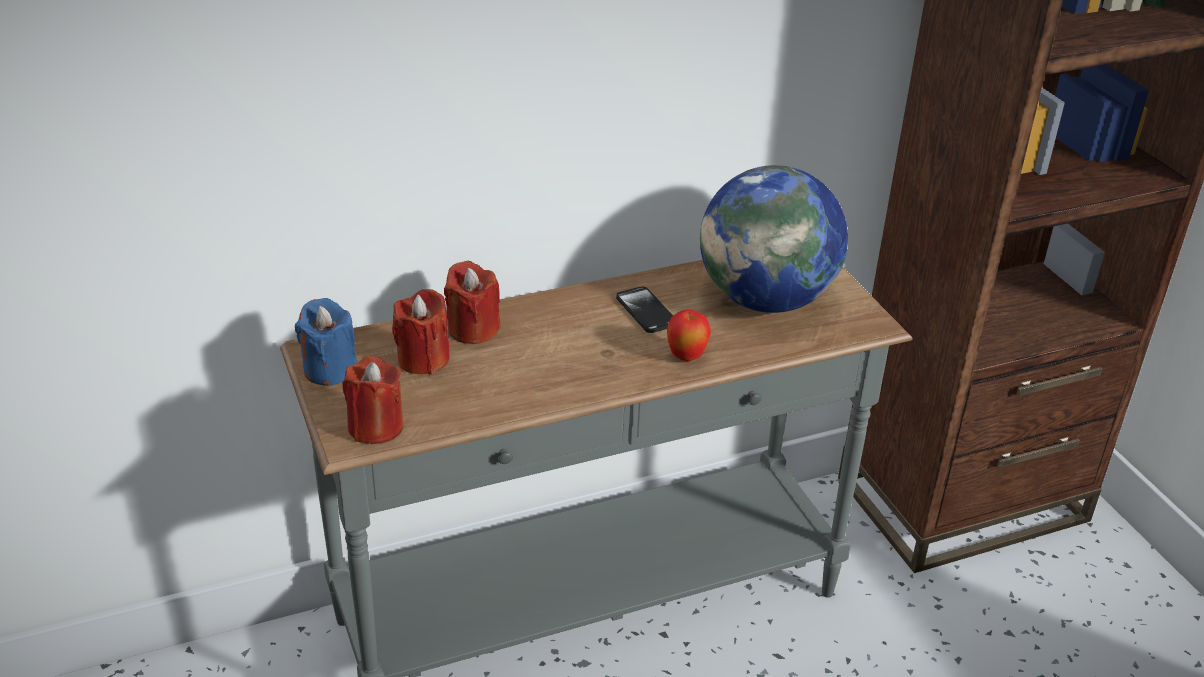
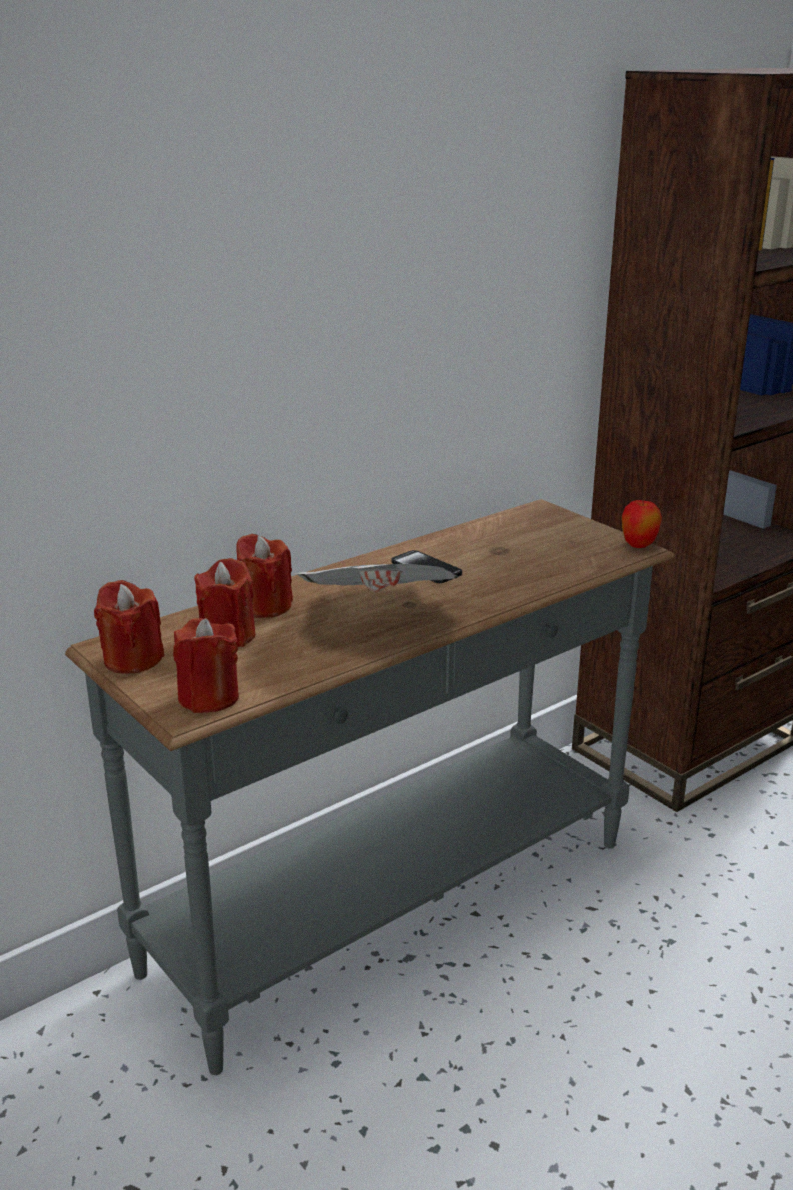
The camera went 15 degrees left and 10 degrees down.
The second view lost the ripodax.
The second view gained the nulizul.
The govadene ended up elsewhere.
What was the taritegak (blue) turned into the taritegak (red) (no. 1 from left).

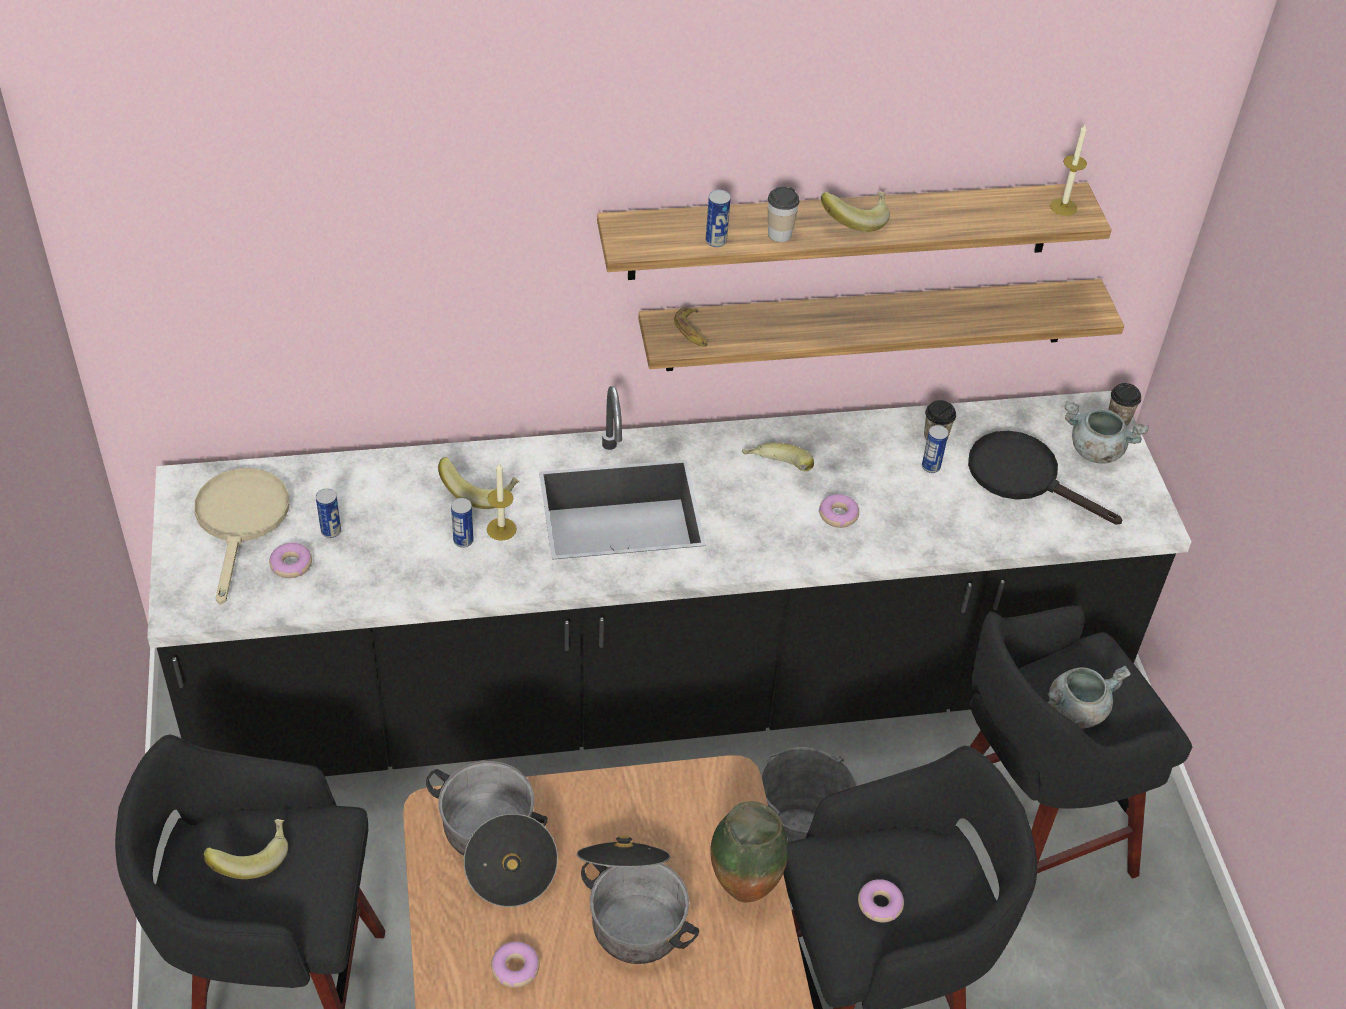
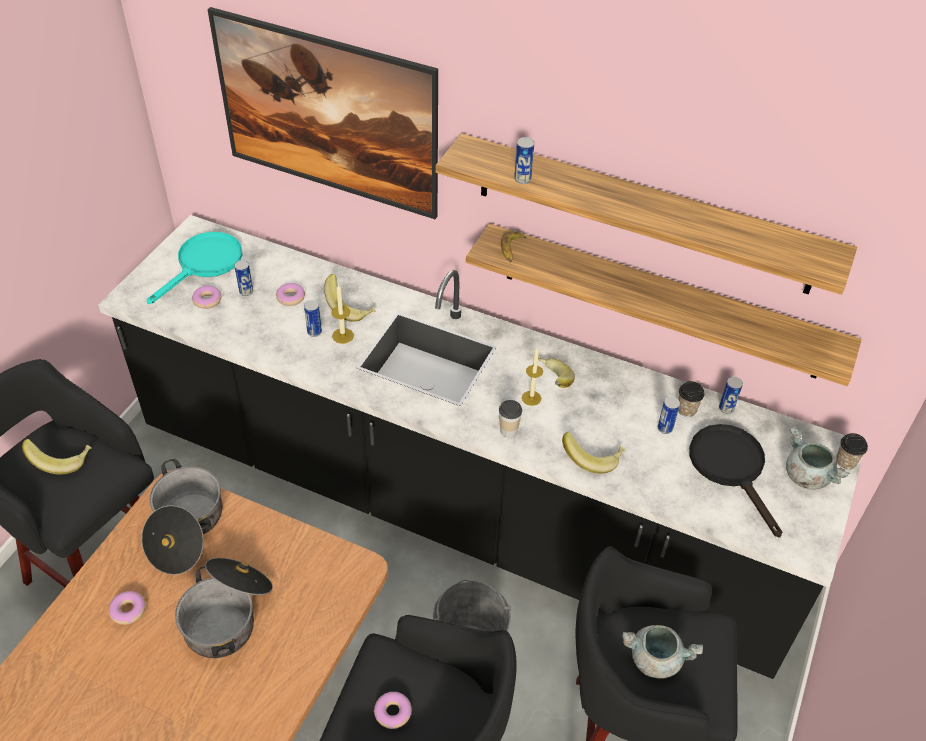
The camera went 35 degrees right and 0 degrees up.
The second view lost the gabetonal.
The second view gained the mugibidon.
The second view gained the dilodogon (no. 5 from left).
The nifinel (no. 1 from left) ended up elsewhere.
The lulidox (no. 3 from left) ended up elsewhere.
The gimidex (no. 5 from left) ended up elsewhere.
The taritegak (no. 2 from left) ended up elsewhere.
What was the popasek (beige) turned into the popasek (turquoise).

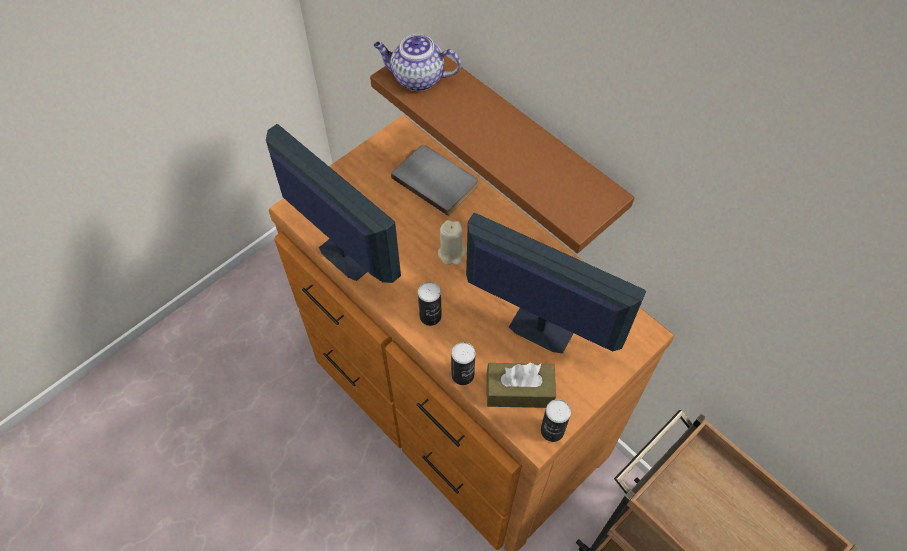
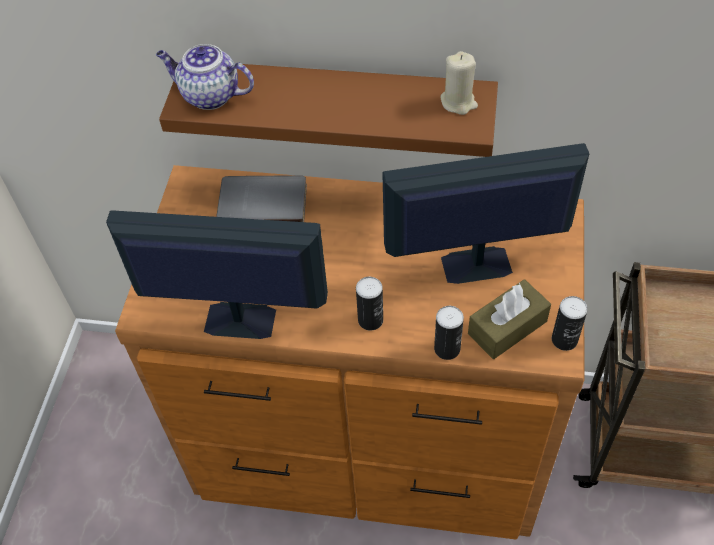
The camera went 35 degrees left and 5 degrees down.
The taritegak (beige) ended up elsewhere.
The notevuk ended up facing another way, 45 degrees clockwise from before.

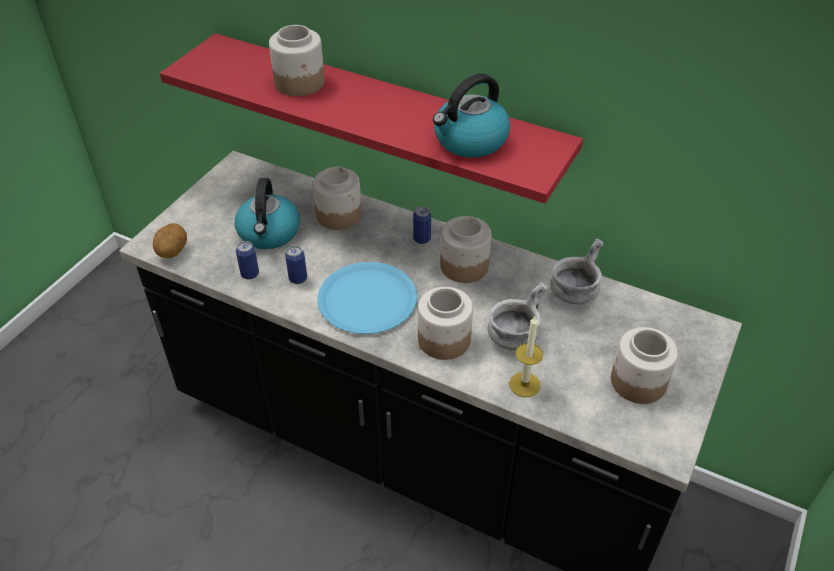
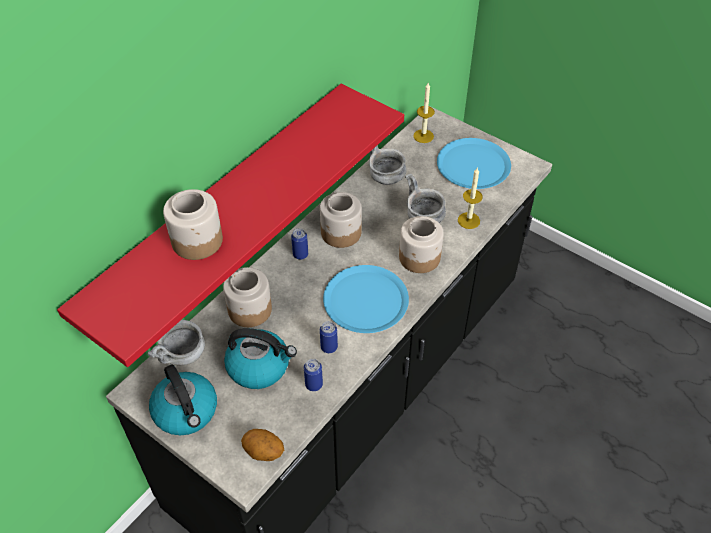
The camera went 80 degrees left and 5 degrees up.
The second view gained the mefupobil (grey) (no. 1 from left).
The second view gained the taritegak (no. 1 from left).
The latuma (no. 2 from left in the first image) ended up elsewhere.
Where the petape (no. 5 from left) stood, the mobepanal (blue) (no. 2 from left) came to stand.

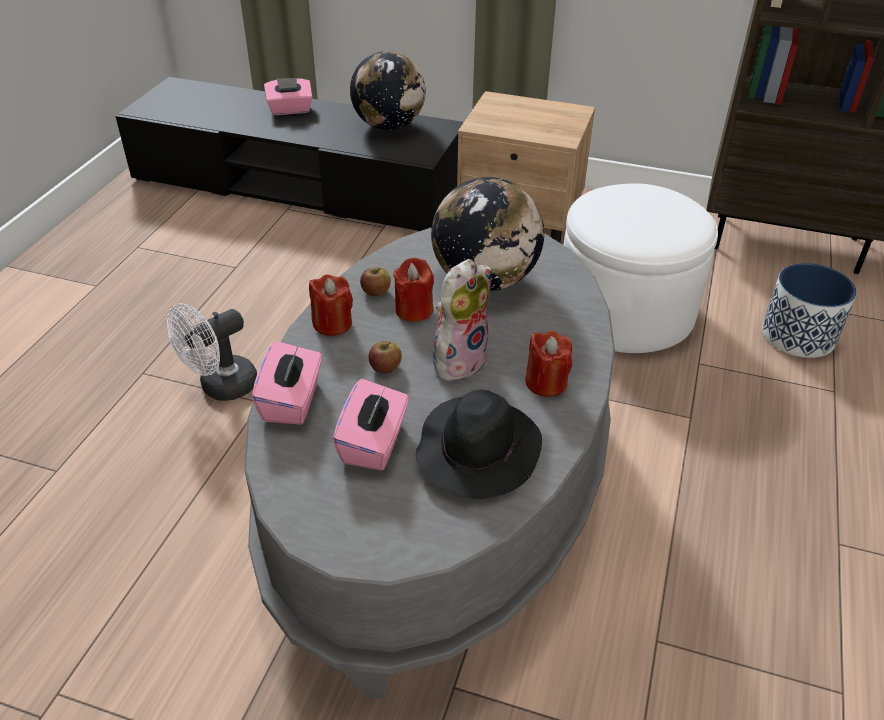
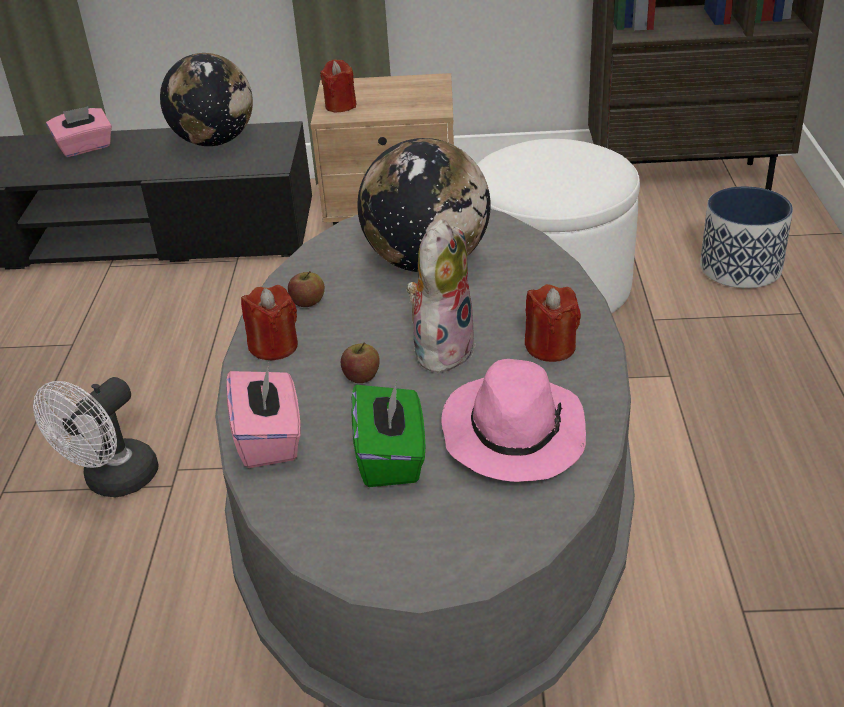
The camera went 15 degrees left and 5 degrees down.
The taritegak (red) (no. 2 from left) ended up elsewhere.
What was the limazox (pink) (no. 3 from left) turned into the limazox (green).
What was the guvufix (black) turned into the guvufix (pink).

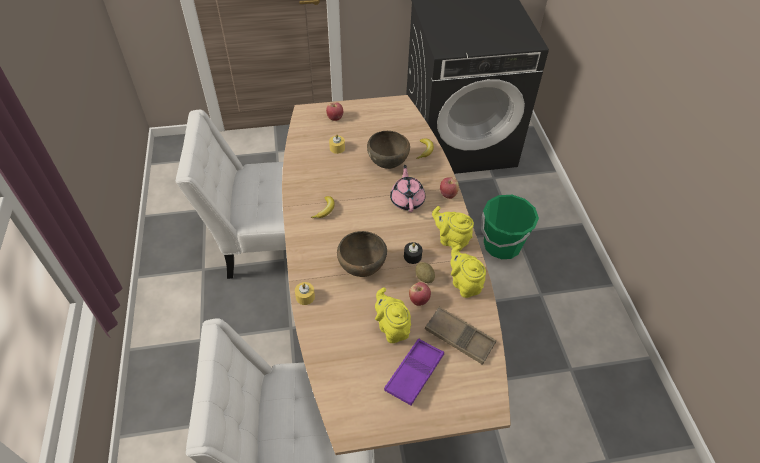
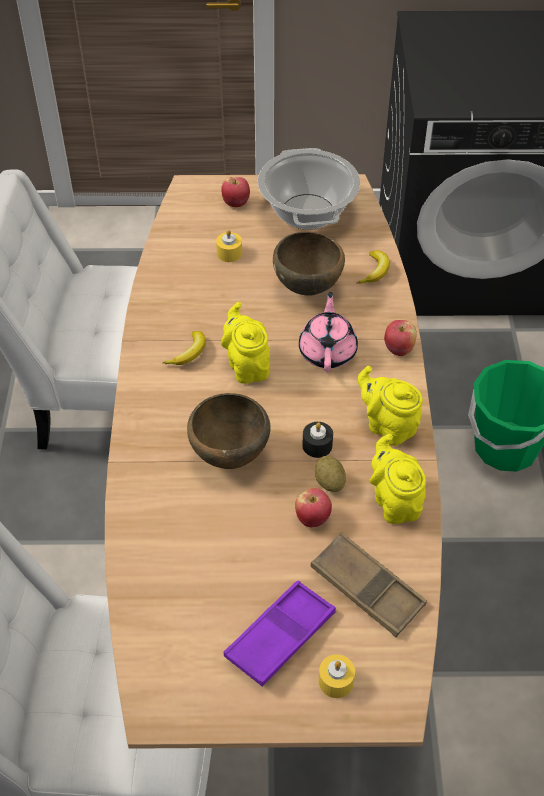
The camera went 10 degrees right and 0 degrees up.
The second view gained the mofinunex.
The taritegak (yellow) (no. 1 from left in the first image) ended up elsewhere.
The notevuk (yellow) (no. 1 from left) ended up elsewhere.

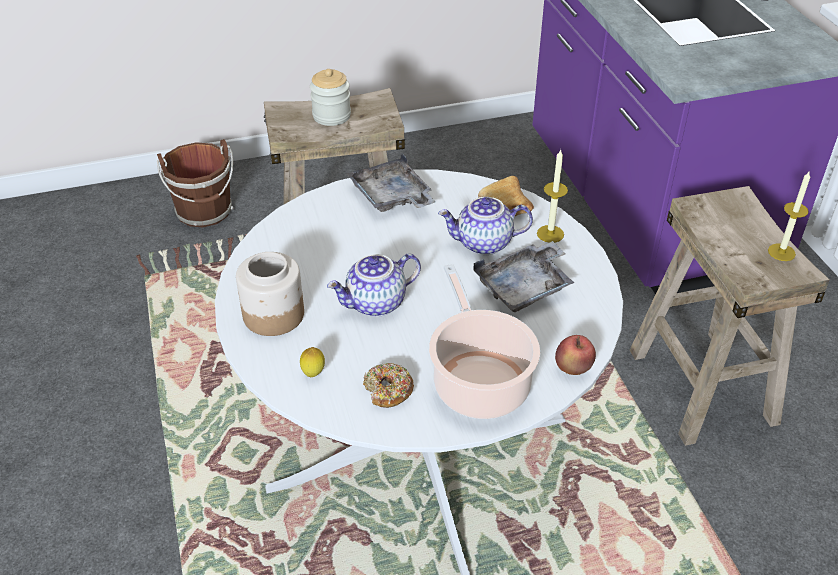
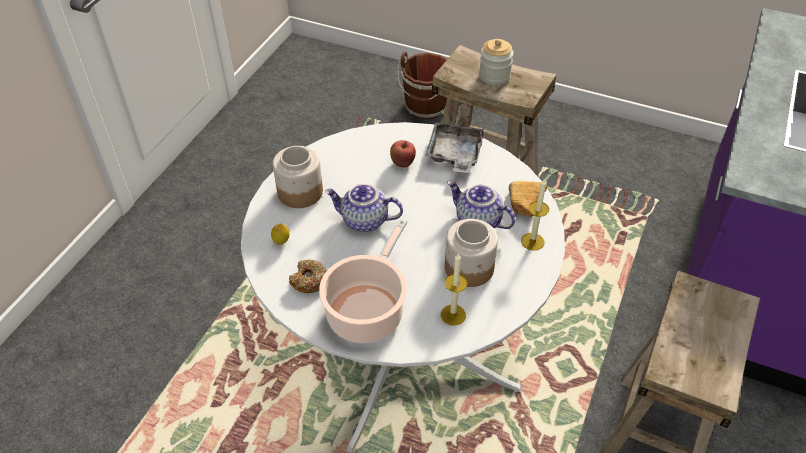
The camera went 40 degrees right and 5 degrees up.
The govadene ended up elsewhere.
The taritegak (no. 2 from left in the first image) ended up elsewhere.
Where the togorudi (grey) (no. 2 from left) stood, the petape (no. 2 from left) came to stand.

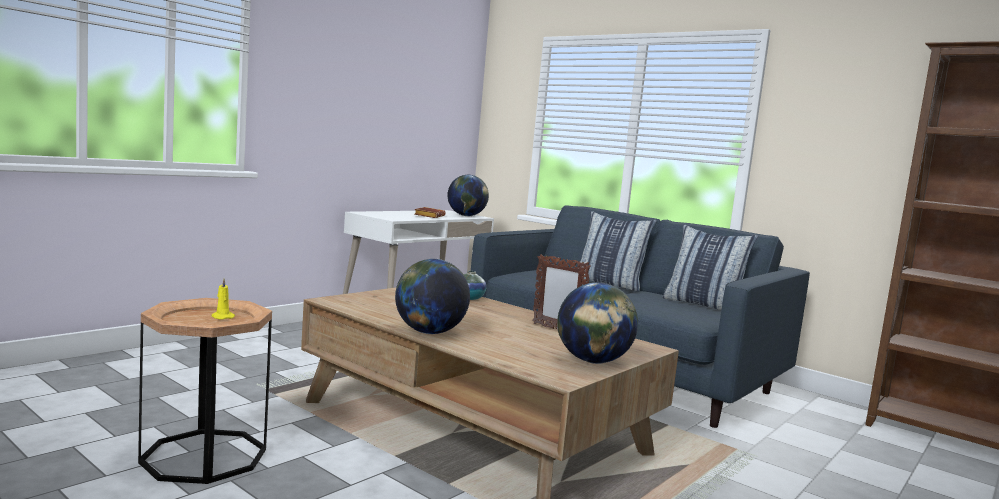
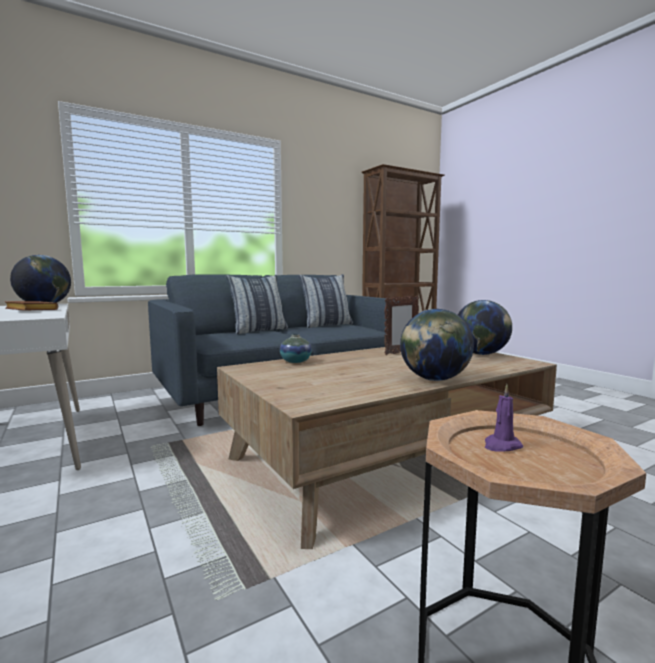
The camera went 70 degrees left and 0 degrees up.
What was the taritegak (yellow) turned into the taritegak (purple).

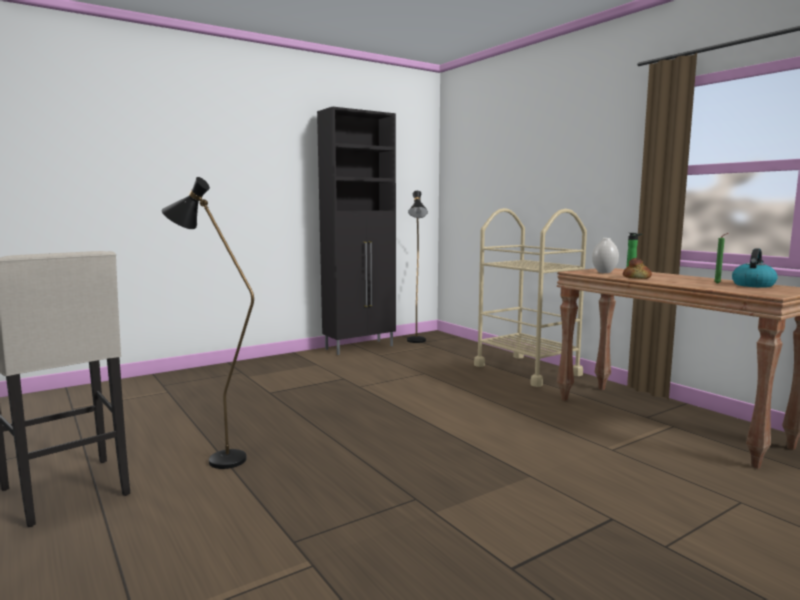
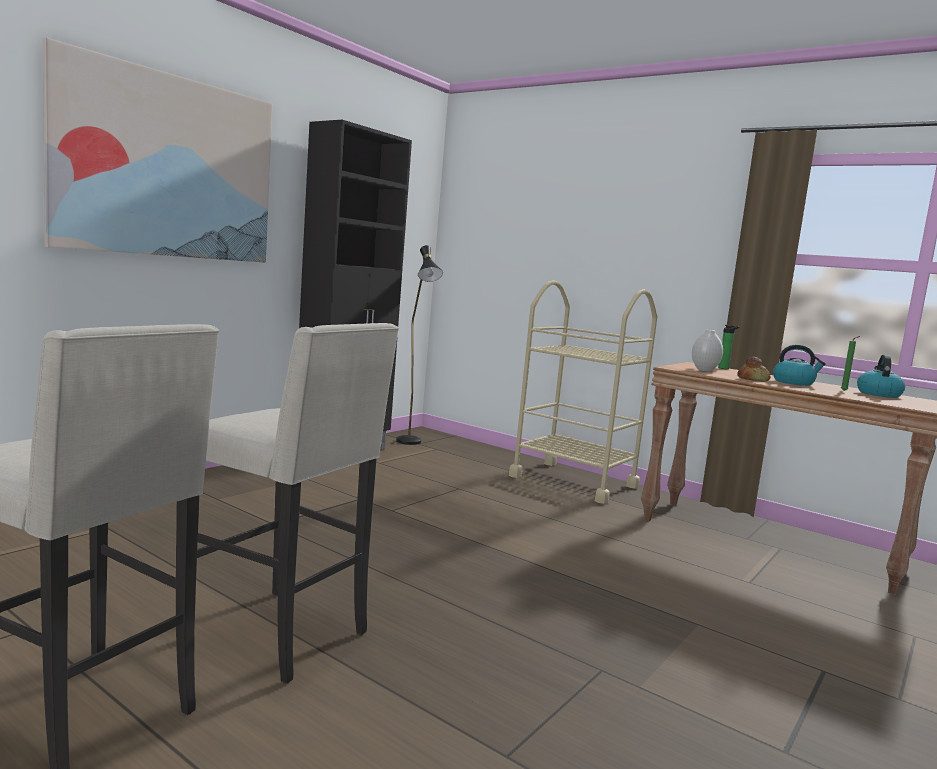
The camera went 20 degrees left and 0 degrees up.
The second view gained the mugibidon.
The second view gained the latuma (no. 1 from left).
Where the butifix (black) (no. 1 from left) stood, the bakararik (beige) (no. 2 from left) came to stand.

